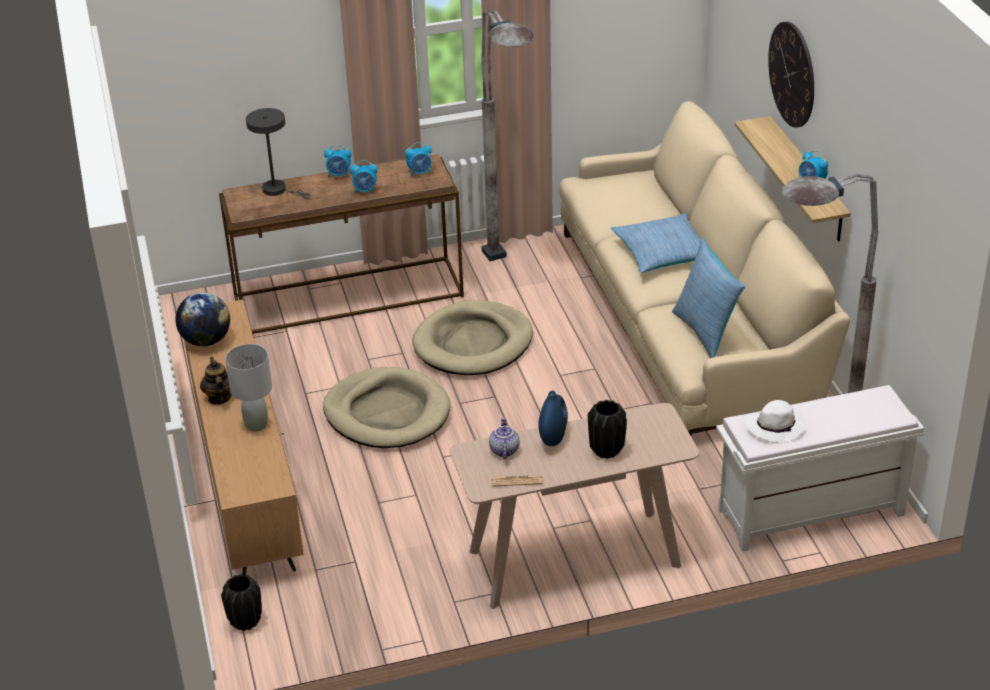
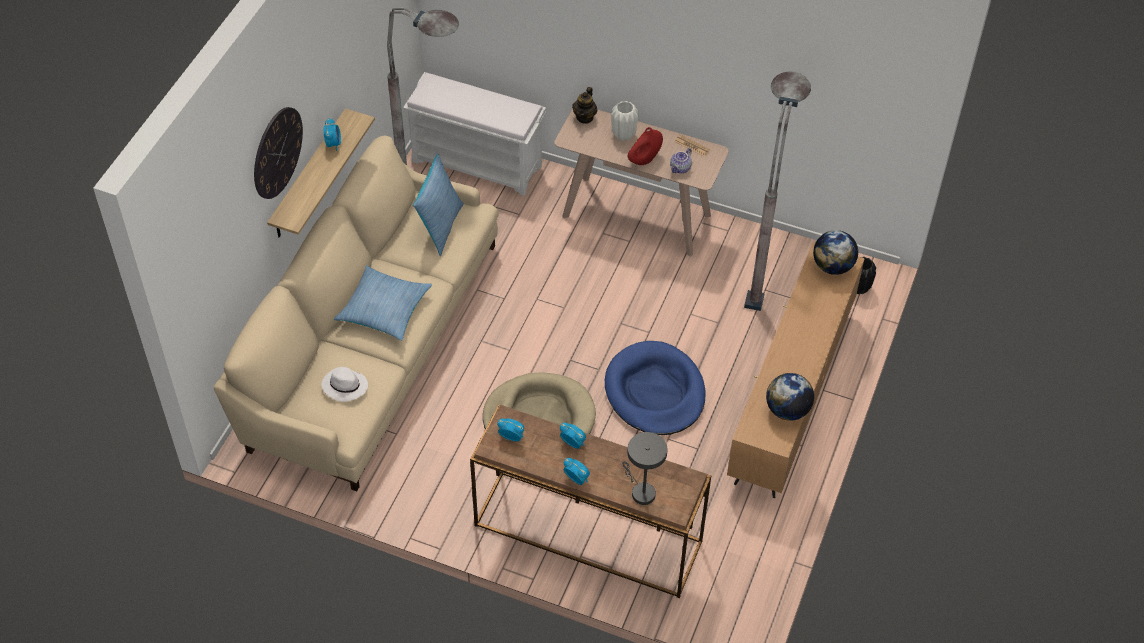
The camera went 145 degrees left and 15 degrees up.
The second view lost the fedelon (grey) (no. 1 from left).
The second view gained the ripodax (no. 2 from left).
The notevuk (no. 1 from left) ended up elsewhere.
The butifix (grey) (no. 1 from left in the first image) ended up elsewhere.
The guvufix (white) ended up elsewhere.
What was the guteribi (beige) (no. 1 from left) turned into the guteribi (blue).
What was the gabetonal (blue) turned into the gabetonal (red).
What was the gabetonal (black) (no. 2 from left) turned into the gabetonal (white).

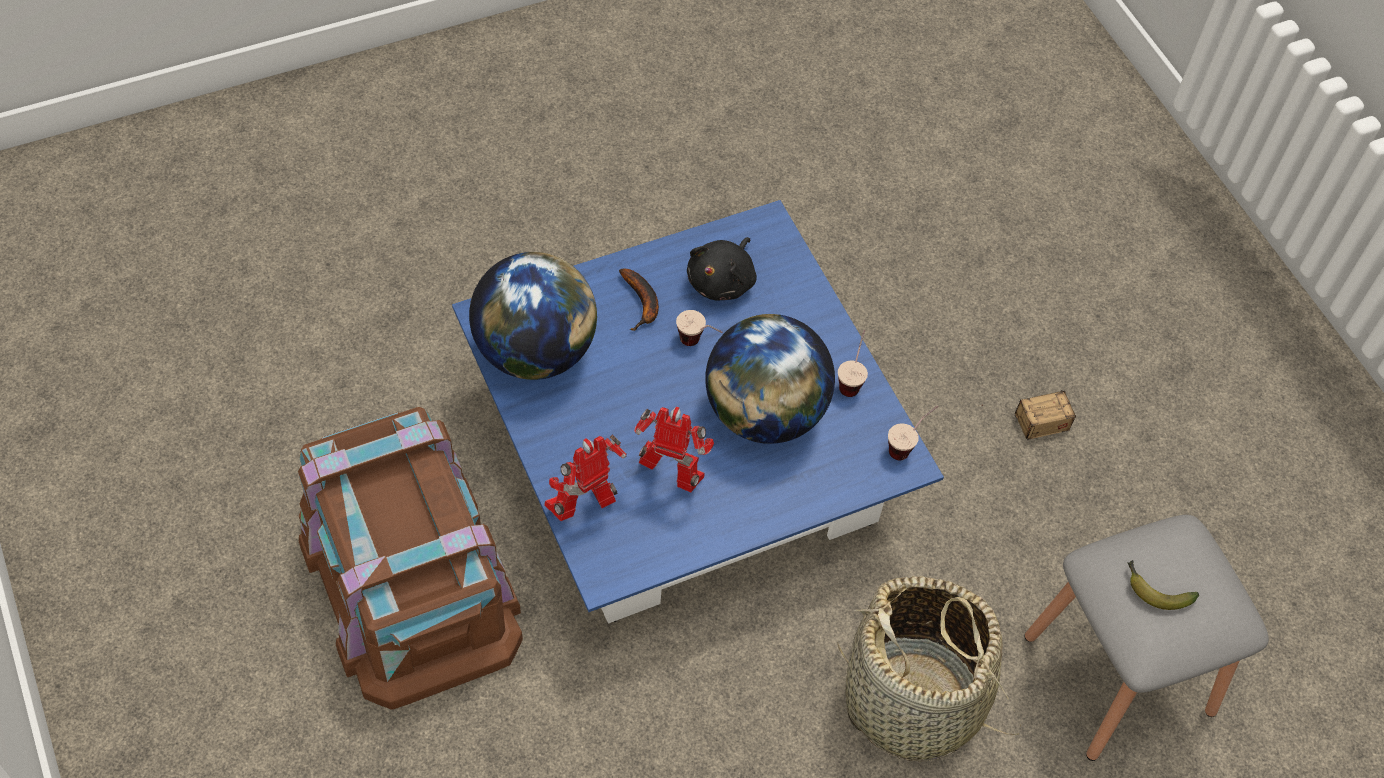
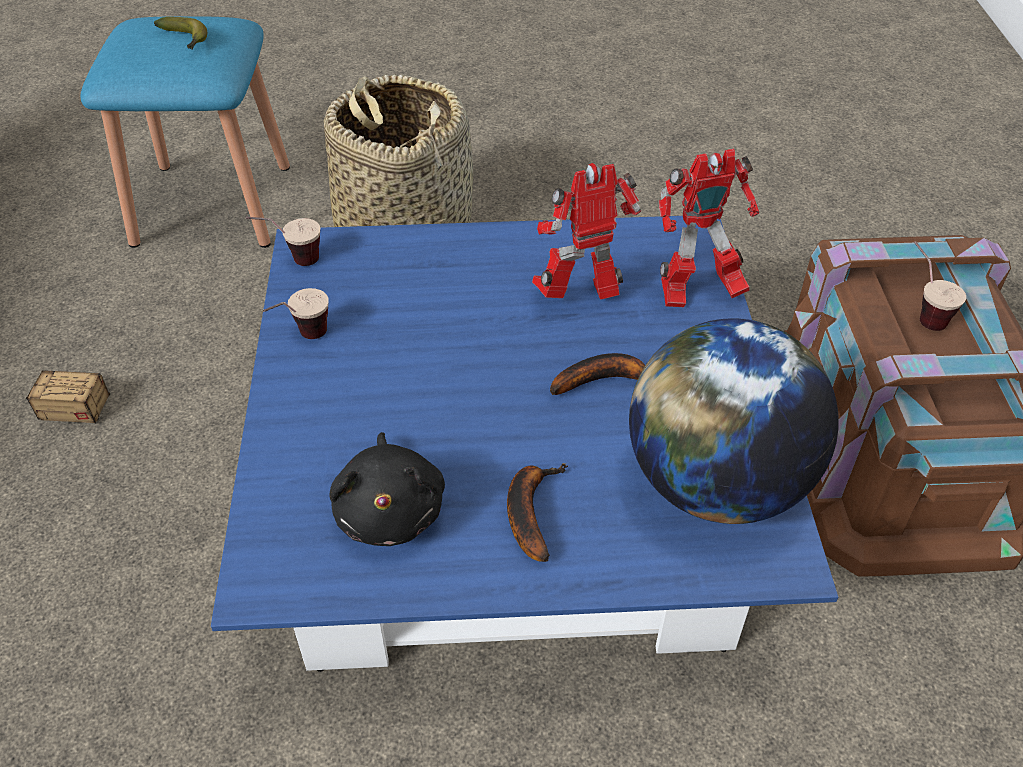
The camera went 155 degrees left and 10 degrees down.
The second view lost the ripodax (no. 2 from left).
The second view gained the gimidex (no. 3 from left).
The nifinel (no. 1 from left in the first image) ended up elsewhere.
What was the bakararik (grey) turned into the bakararik (blue).
The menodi (no. 2 from left in the first image) ended up facing another way, 120 degrees clockwise from before.
The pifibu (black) ended up facing another way, 120 degrees clockwise from before.

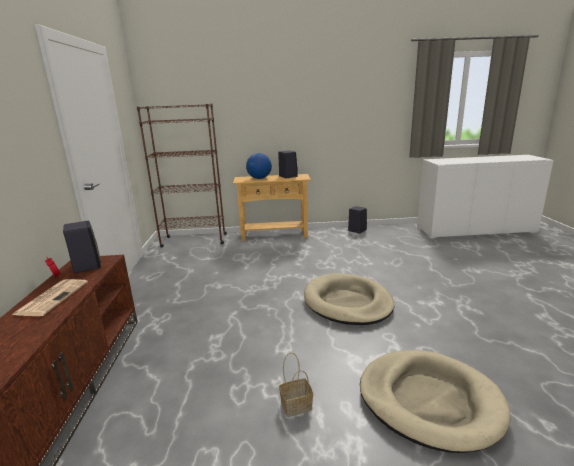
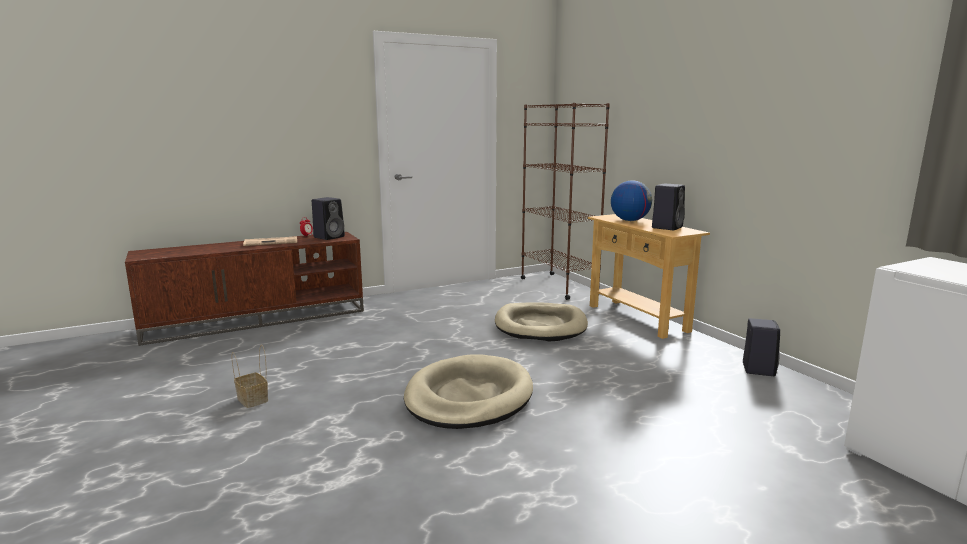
The camera went 65 degrees right and 5 degrees down.
The guteribi (beige) (no. 2 from left) ended up elsewhere.

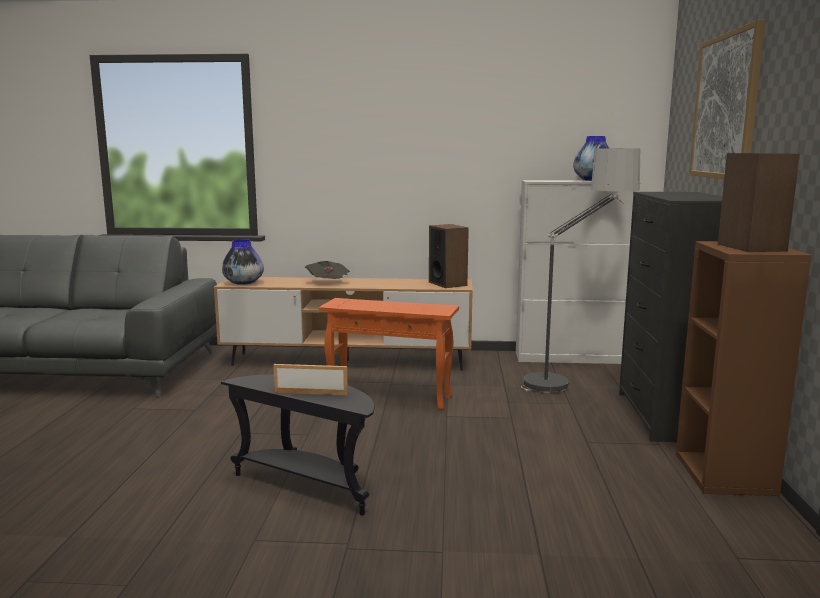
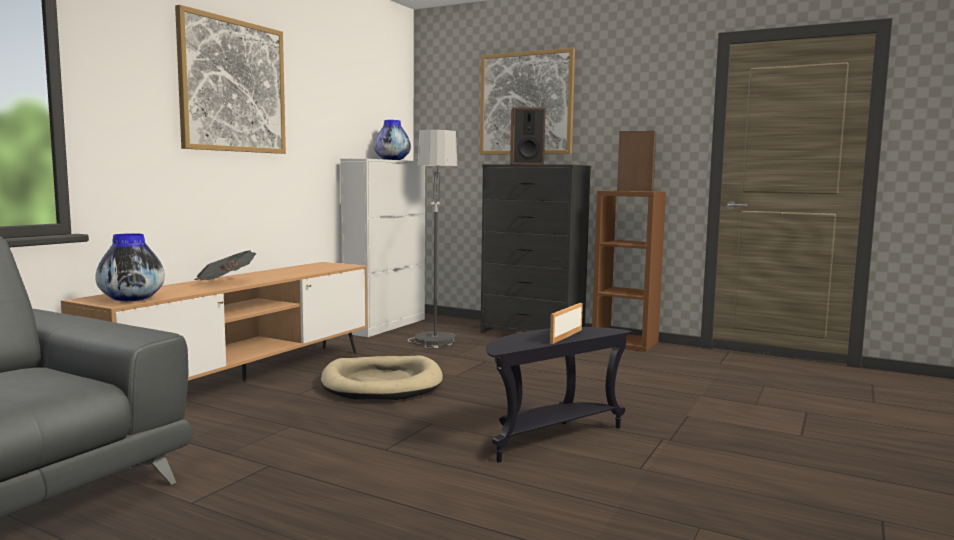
The camera went 65 degrees left and 5 degrees down.
The second view gained the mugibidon (no. 1 from left).
The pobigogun (no. 1 from left) ended up elsewhere.
Where the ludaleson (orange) stood, the guteribi (beige) came to stand.

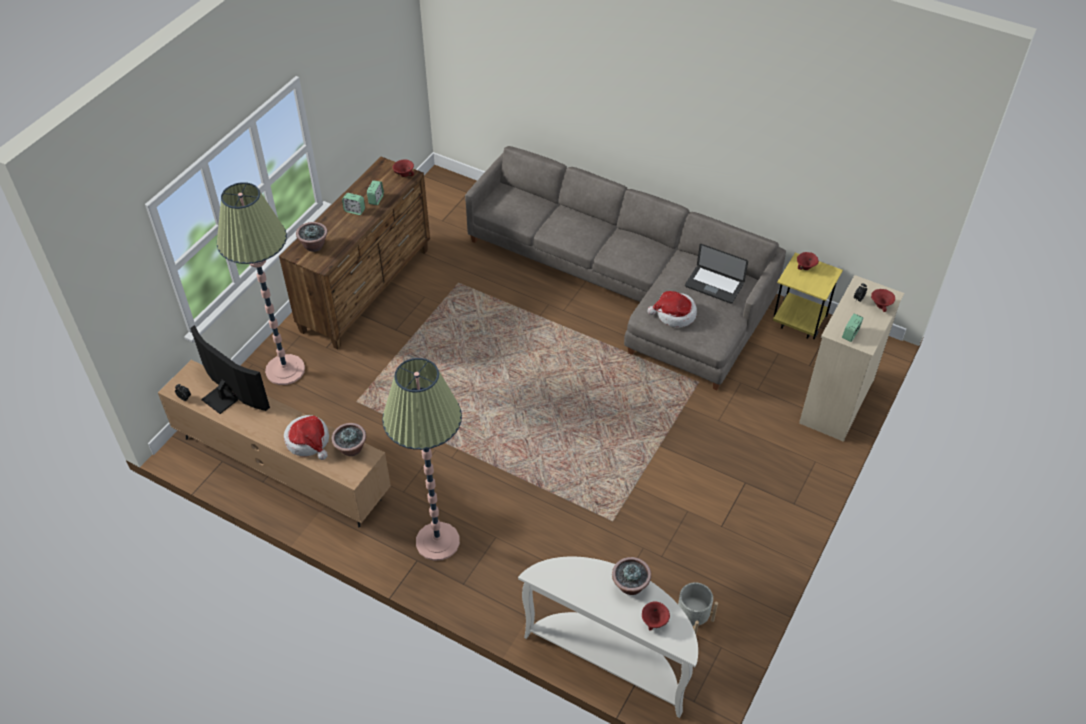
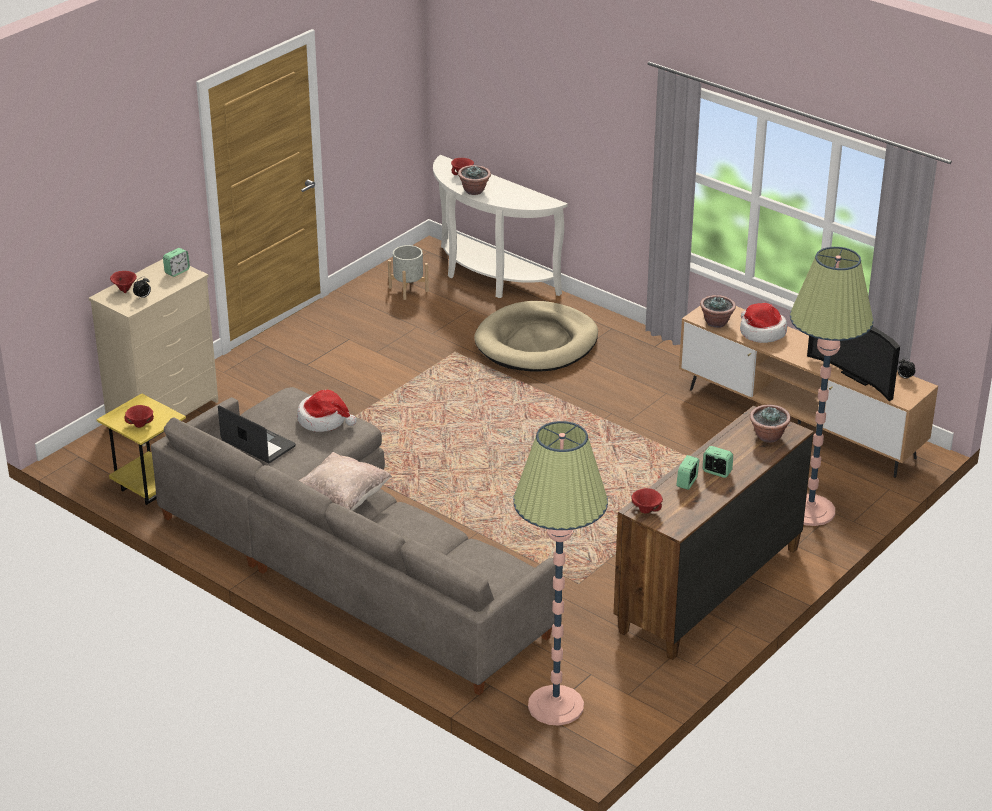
The camera went 170 degrees left and 15 degrees down.
The second view gained the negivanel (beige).
The second view gained the guteribi (beige).
The butifix (no. 2 from left in the first image) ended up elsewhere.

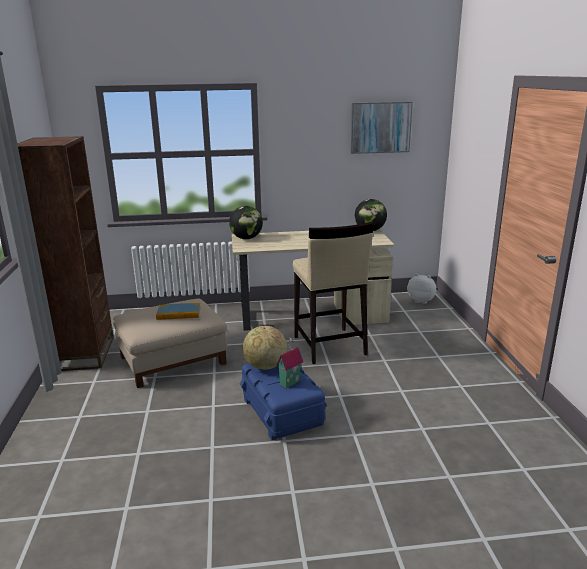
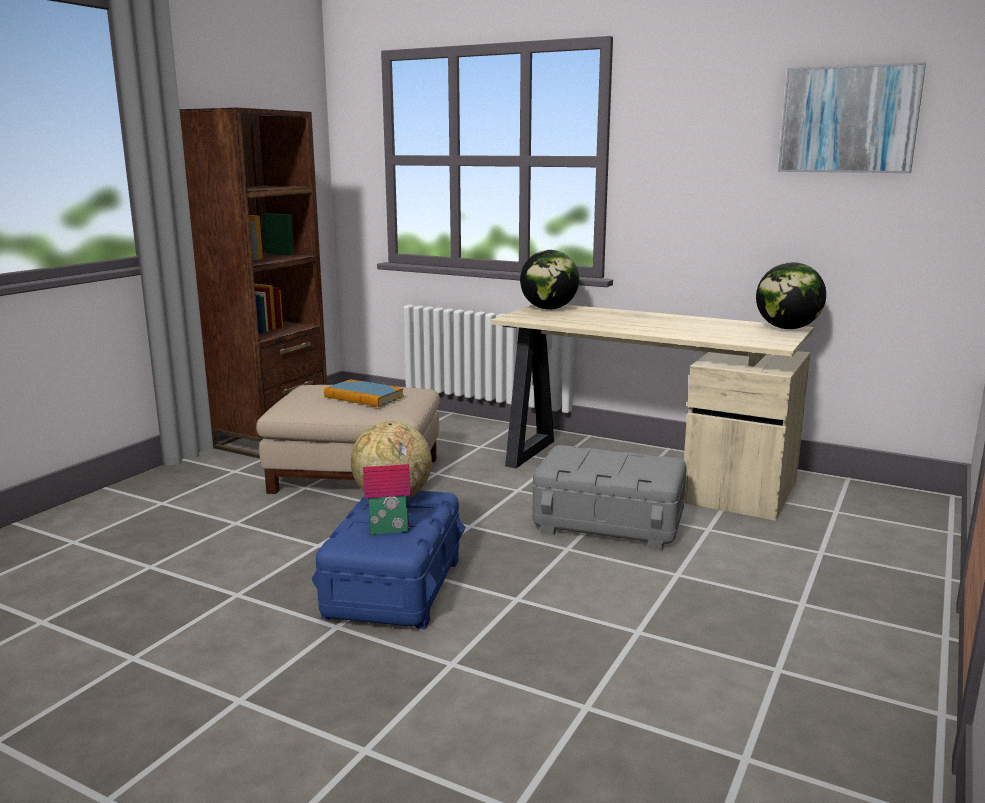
The camera went 35 degrees right and 5 degrees down.
The second view lost the pifibu.
Where the bakararik (beige) stood, the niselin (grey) came to stand.

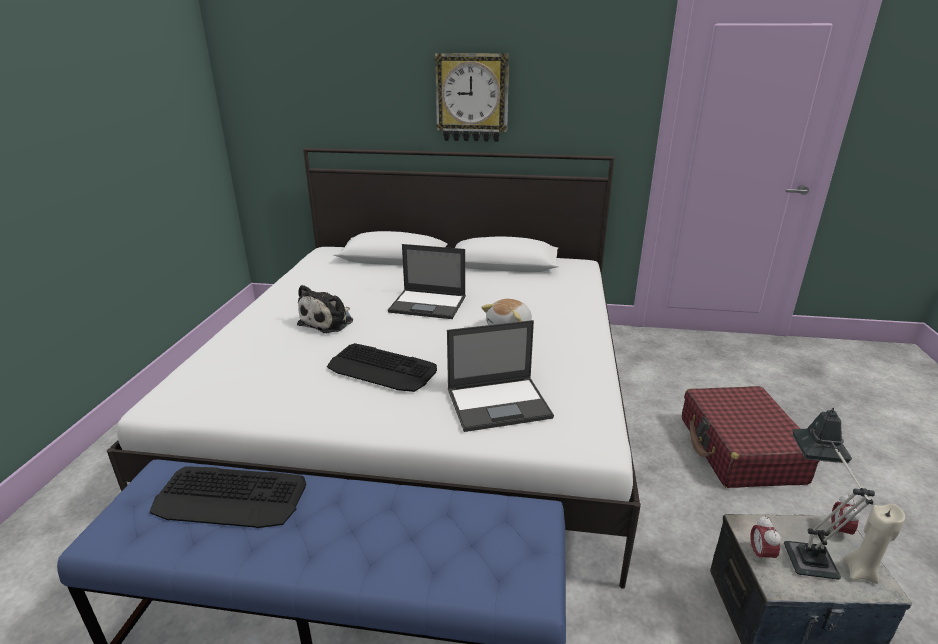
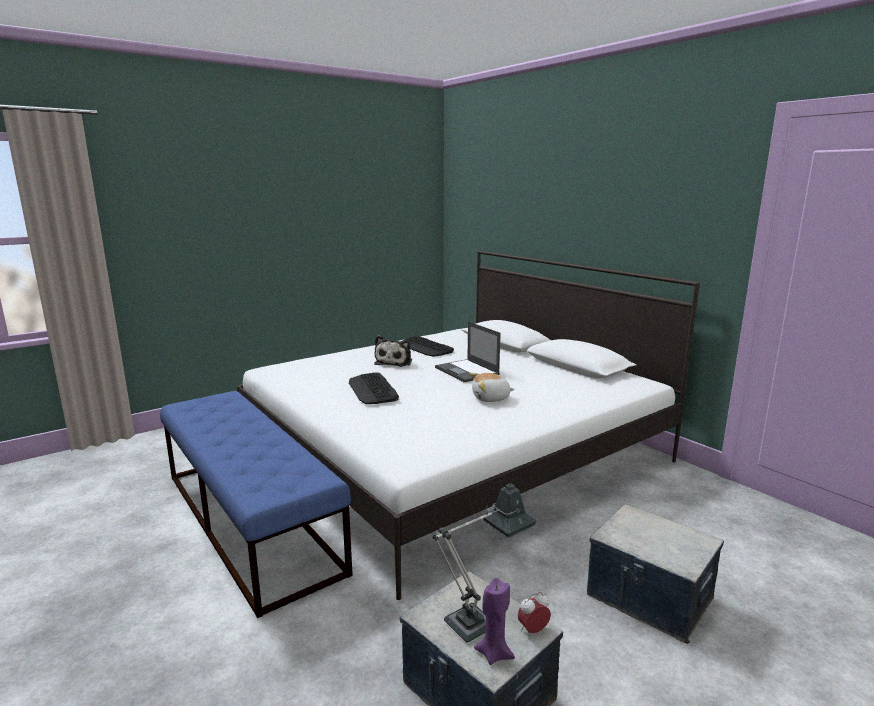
The camera went 45 degrees right and 10 degrees down.
The second view lost the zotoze.
The second view lost the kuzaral (no. 2 from left).
The second view lost the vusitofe (no. 1 from left).
The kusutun (no. 1 from left in the first image) ended up elsewhere.
Where the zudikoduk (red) stood, the niselin (no. 2 from left) came to stand.
What was the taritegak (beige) turned into the taritegak (purple).
The pifibu (no. 1 from left) ended up facing another way, 60 degrees counterclockwise from before.

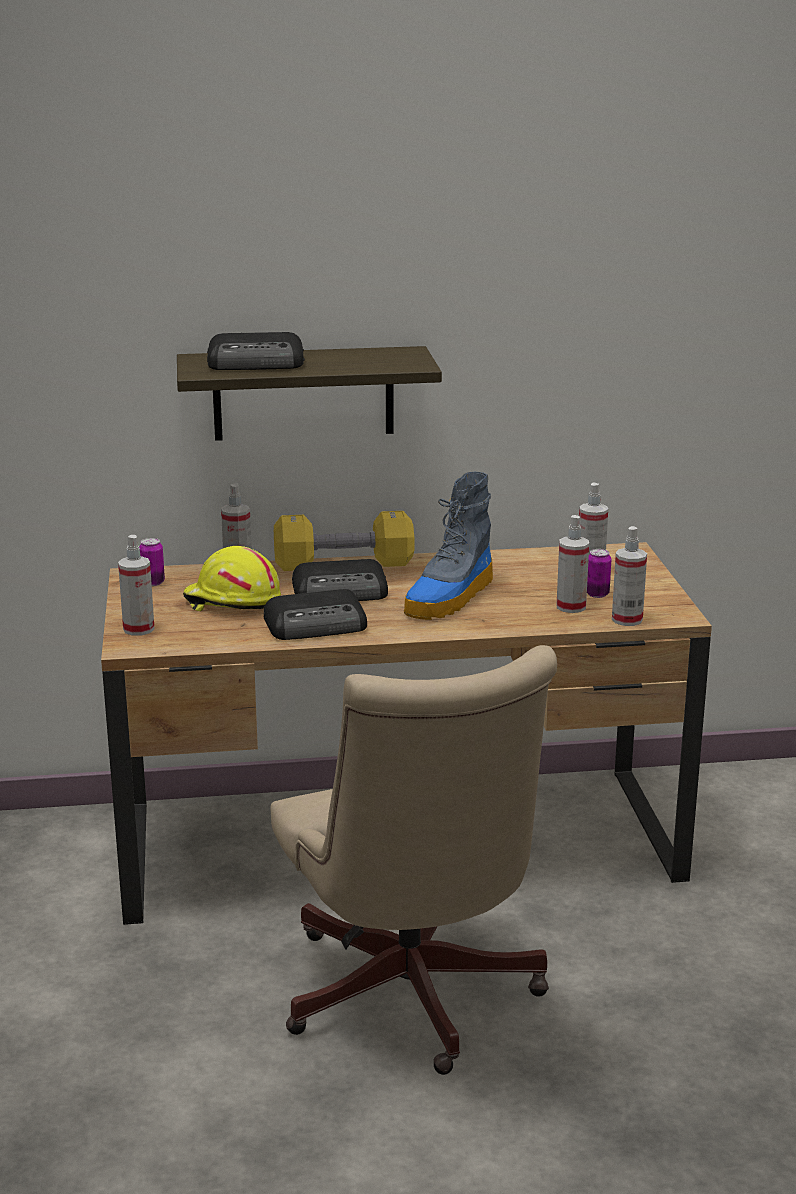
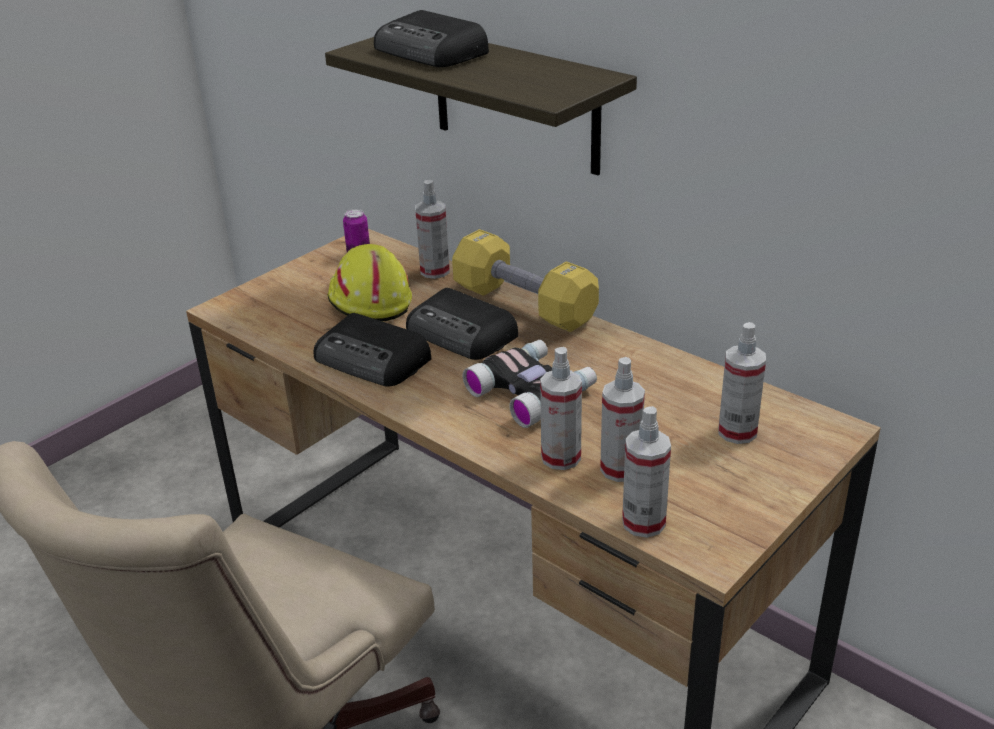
The camera went 50 degrees right and 10 degrees up.
The second view lost the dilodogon (no. 2 from left).
The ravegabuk (no. 1 from left in the first image) ended up elsewhere.
Where the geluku stood, the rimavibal came to stand.

